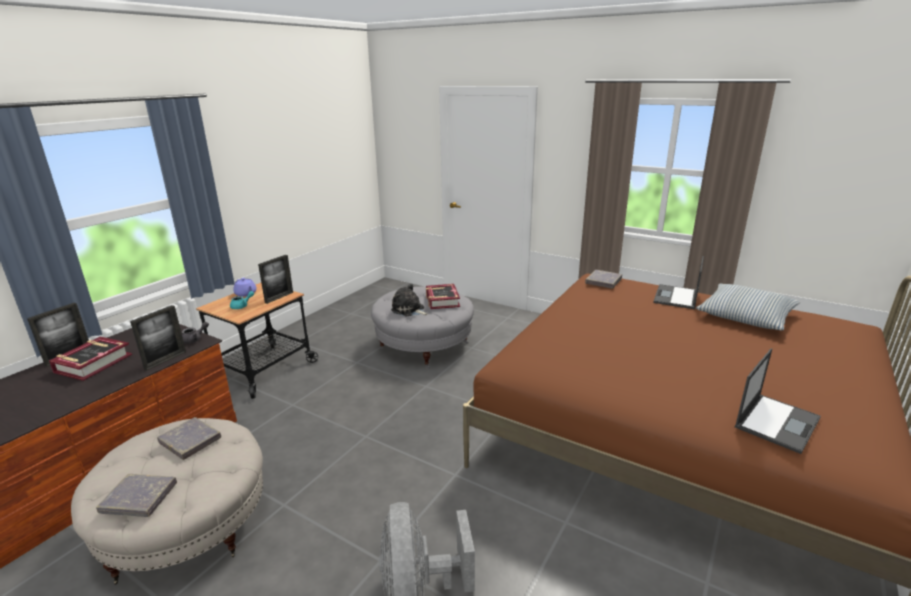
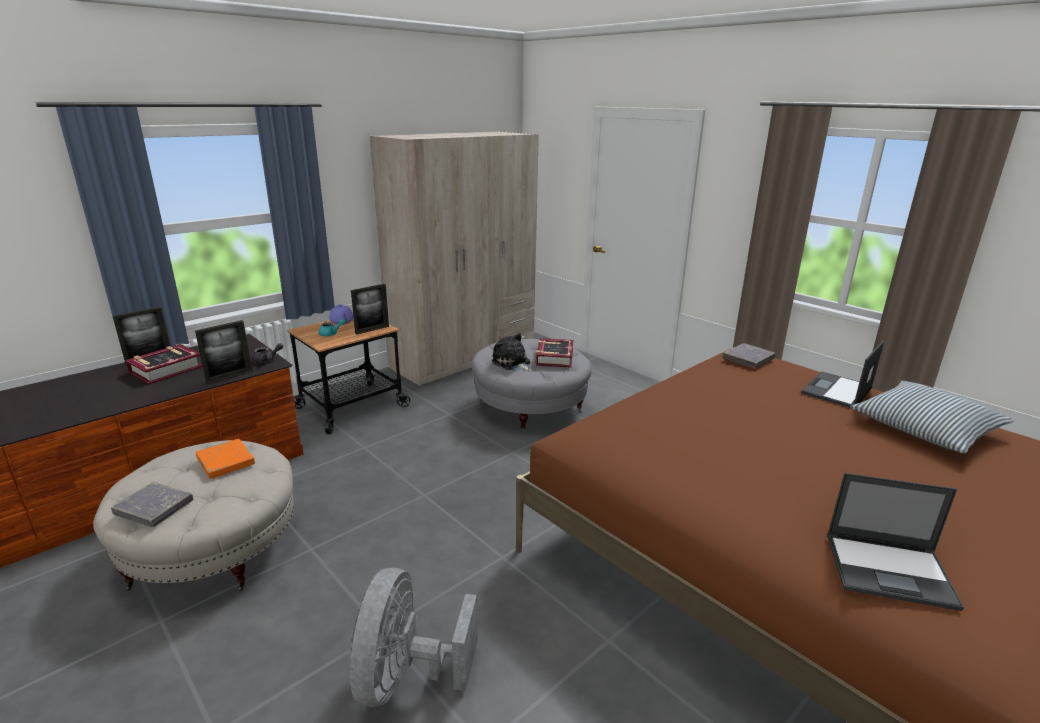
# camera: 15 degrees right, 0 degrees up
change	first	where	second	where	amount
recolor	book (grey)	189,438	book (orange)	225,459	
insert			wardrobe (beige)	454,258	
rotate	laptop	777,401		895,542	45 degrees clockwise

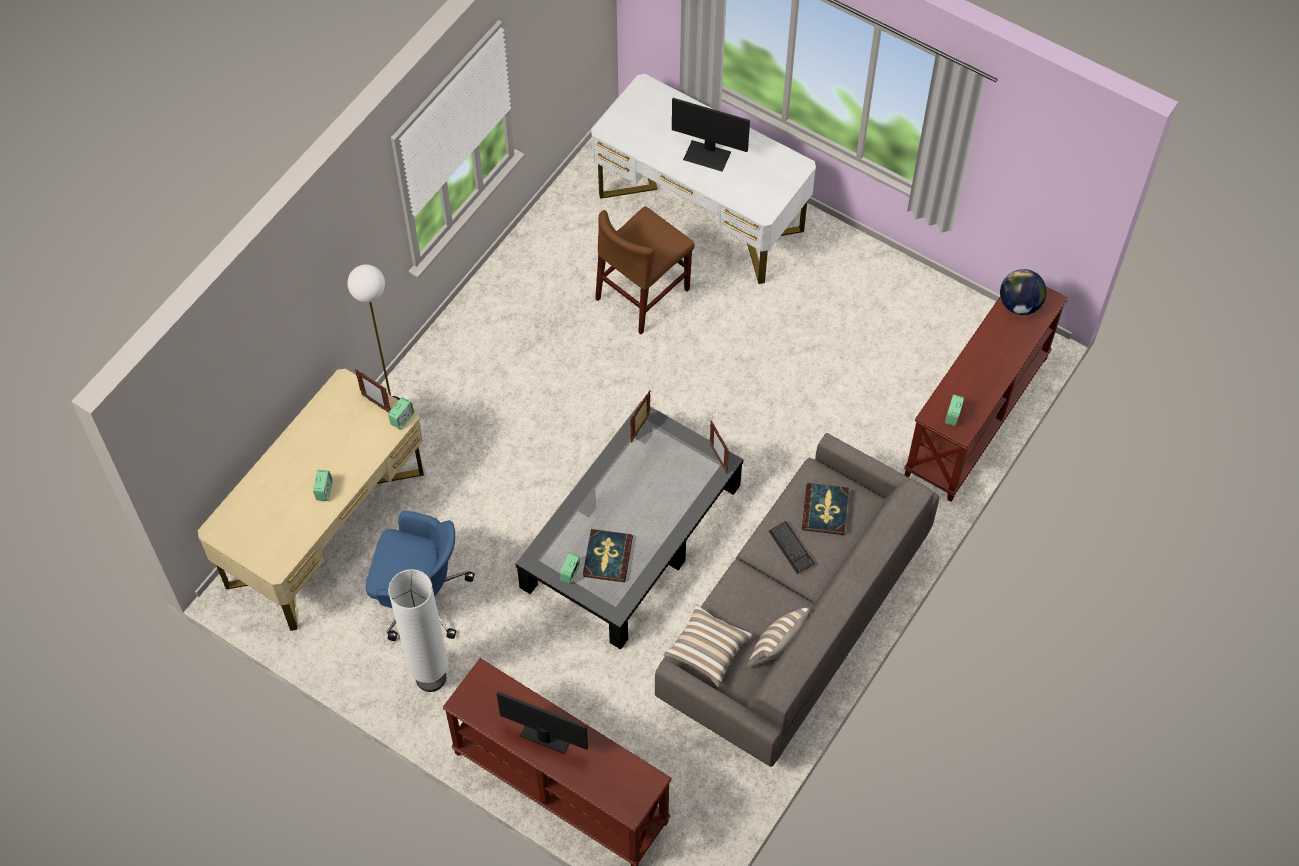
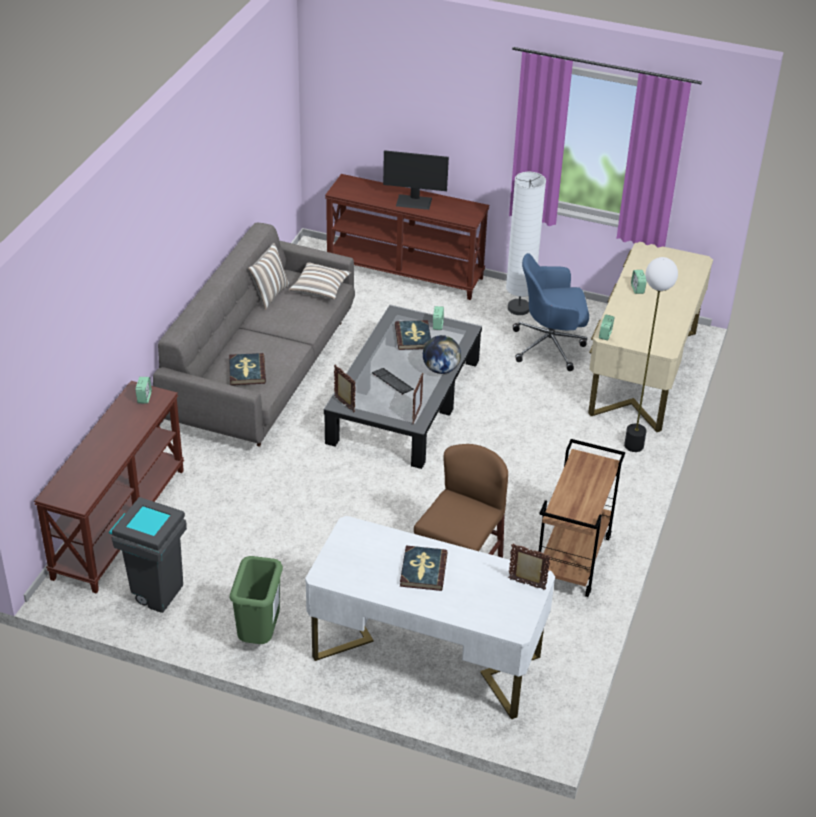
# camera: 165 degrees right, 20 degrees down
change	first	where	second	where	amount
insert			trash can (grey)	148,555	
insert			trash can (green)	256,600	
move	keyboard	791,547		393,381	
replace	monitor	711,135	book	424,568	
move	globe	1023,292		442,354	
move	picture frame	373,391		529,566	
insert			cart (brown)	582,518	

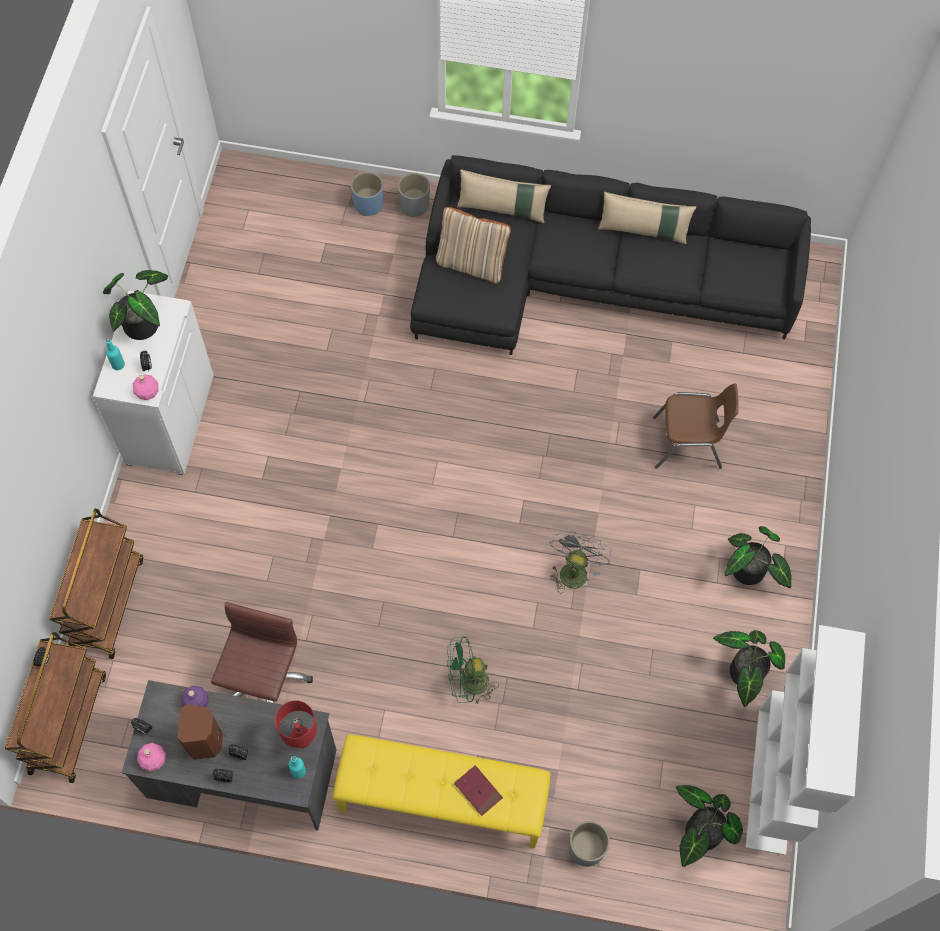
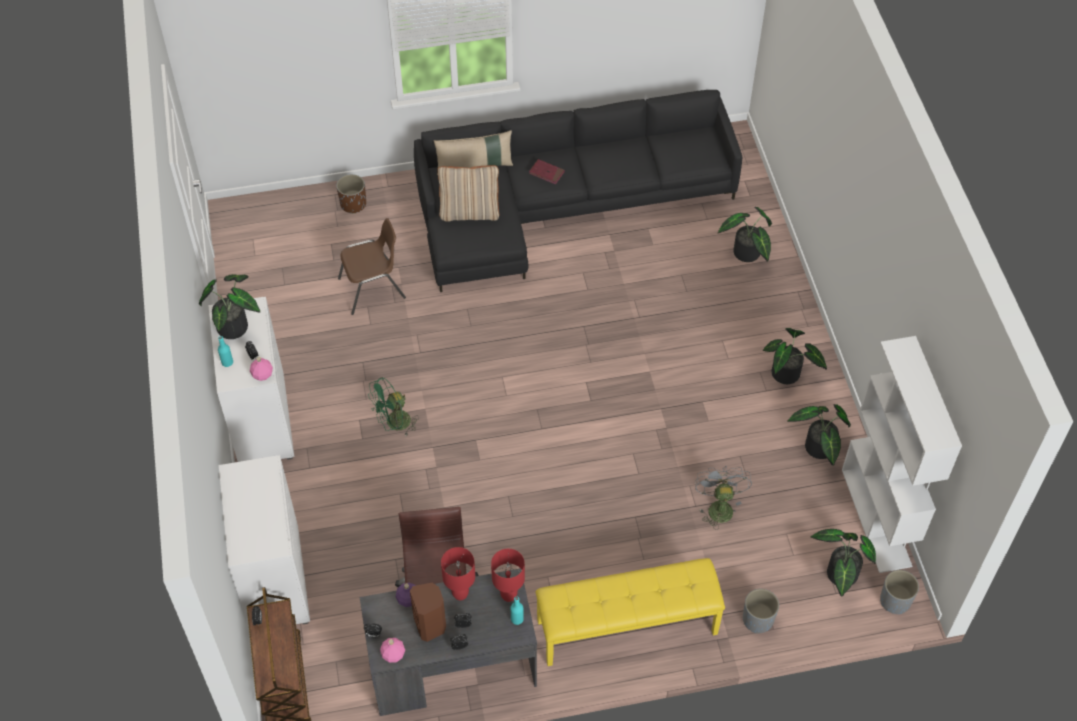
# camera: 20 degrees left, 10 degrees down
change	first	where	second	where	amount
replace	cart (brown)	96,584	cabinet (white)	264,540	
recolor	planter (blue)	367,194	planter (brown)	351,194	
move	chair (brown)	696,426		372,266	
move	fan (green)	473,670		393,406	
insert			table lamp (red)	458,573	
move	book (red)	478,790		547,172	
move	fan (grey)	581,562		723,498	
insert			potted plant	745,234	
move	planter (grey)	414,195		899,592	
delete	pillow (beige)	647,218			

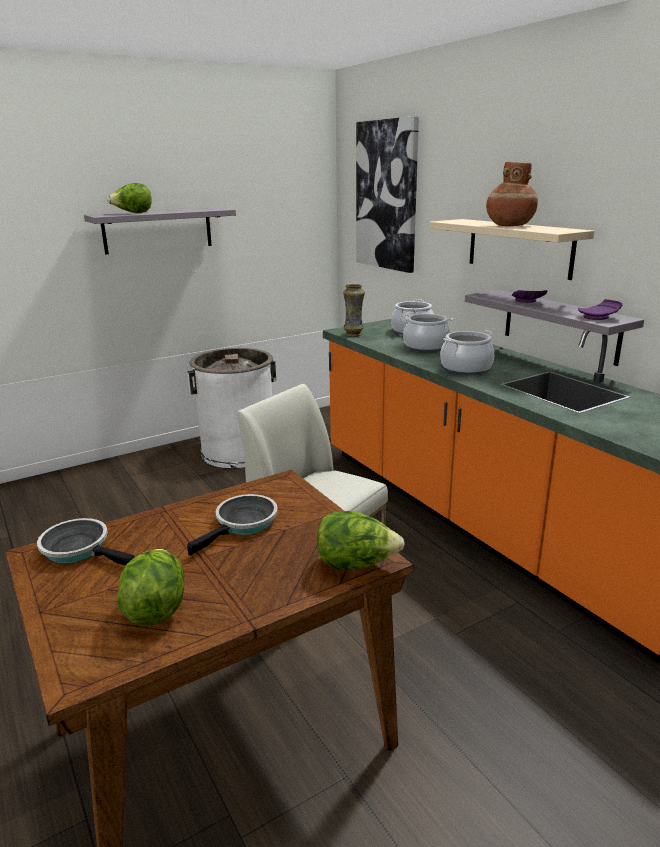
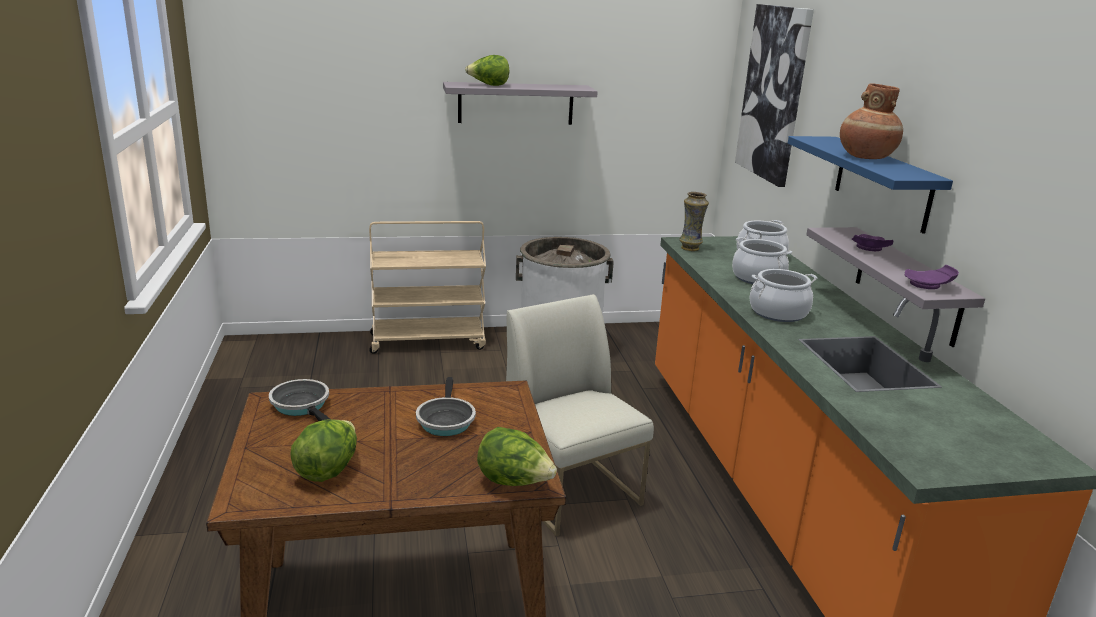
# camera: 20 degrees right, 0 degrees up
change	first	where	second	where	amount
insert			cart (beige)	427,287	
rotate	frying pan	232,525		446,406	120 degrees clockwise
recolor	shelf (beige)	512,249	shelf (blue)	870,185	

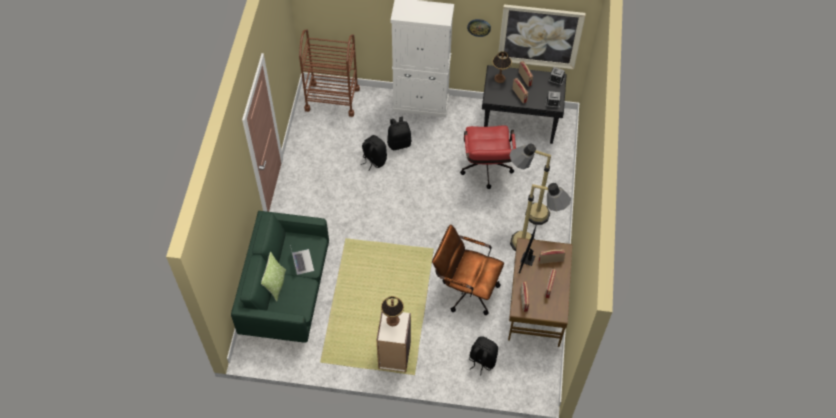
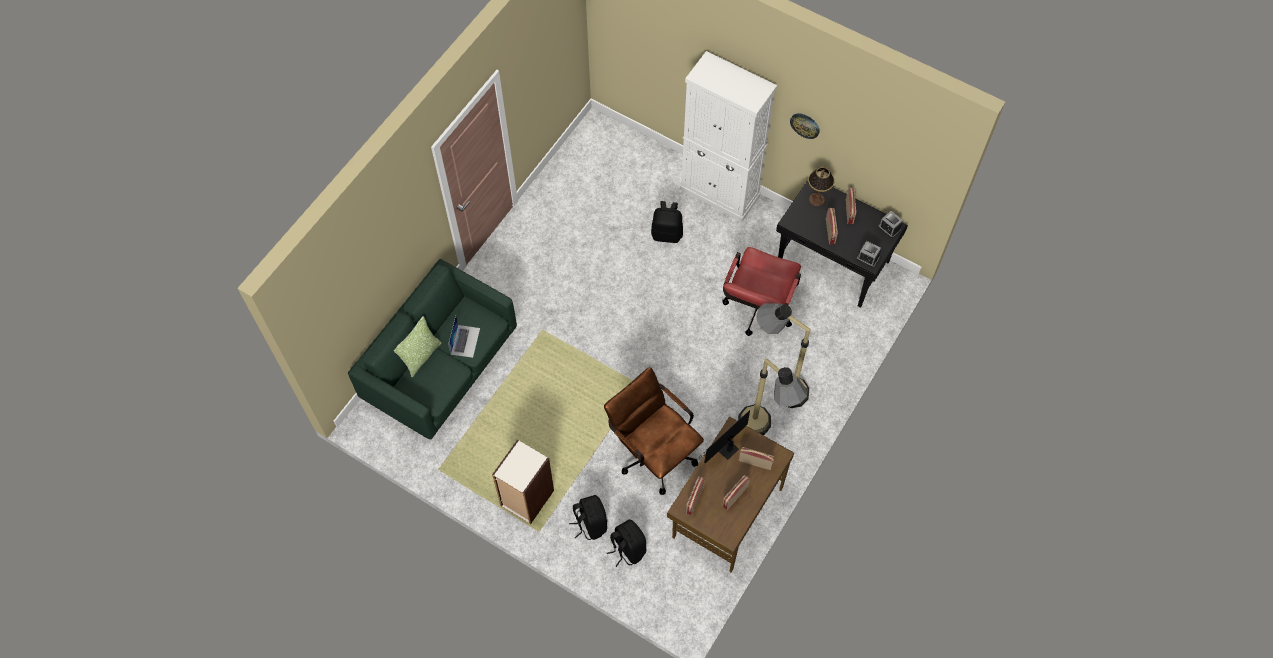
# camera: 25 degrees right, 5 degrees up
change	first	where	second	where	amount
move	backpack (black)	374,153		588,517	
delete	cart (brown)	329,73			
delete	table lamp	392,311			
delete	picture	542,36			

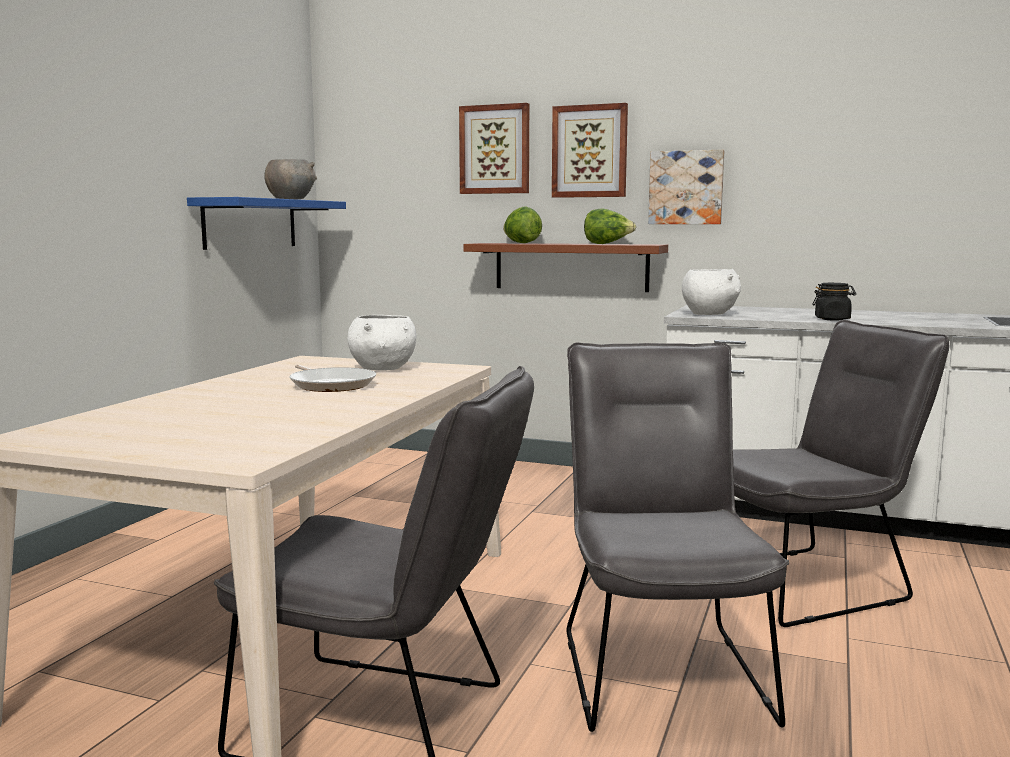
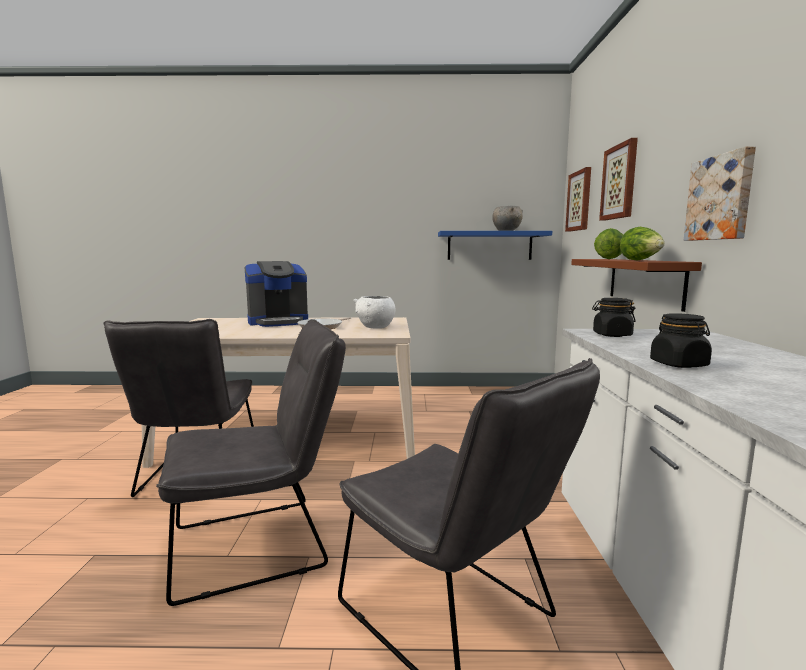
# camera: 70 degrees right, 0 degrees up
change	first	where	second	where	amount
insert			coffee machine	276,294	
move	picture	590,150		578,199	
replace	bowl (white)	711,292	jar (black)	614,317	

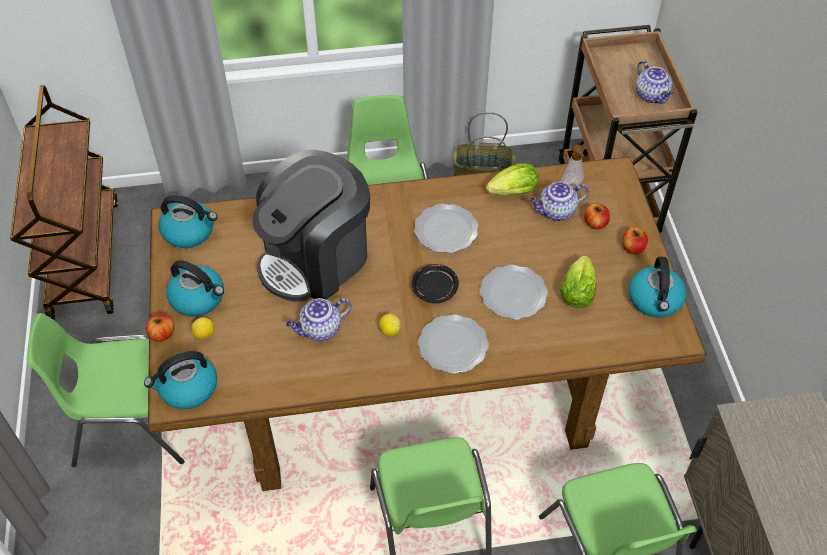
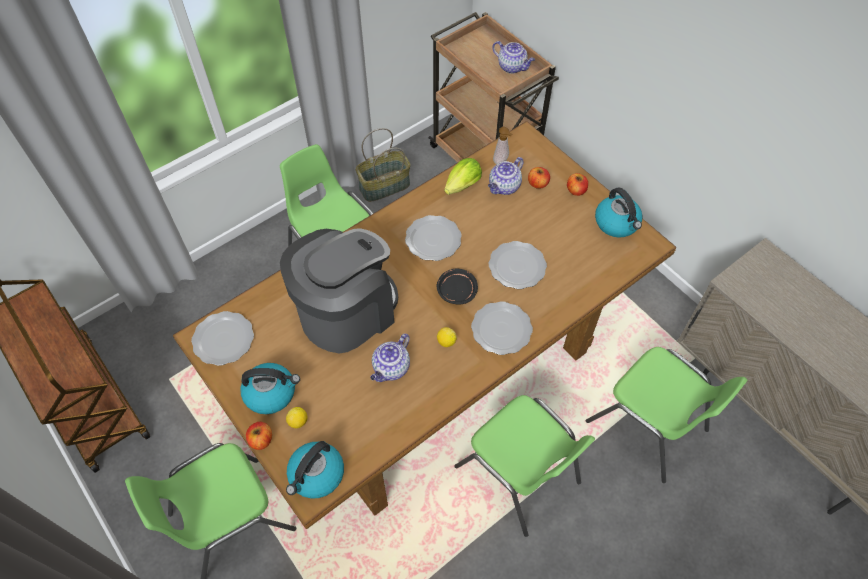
# camera: 30 degrees left, 5 degrees up
change	first	where	second	where	amount
replace	kettle	188,221	plate	222,338	
rotate	coffee machine	311,226		339,290	150 degrees counterclockwise
delete	lettuce	578,281			

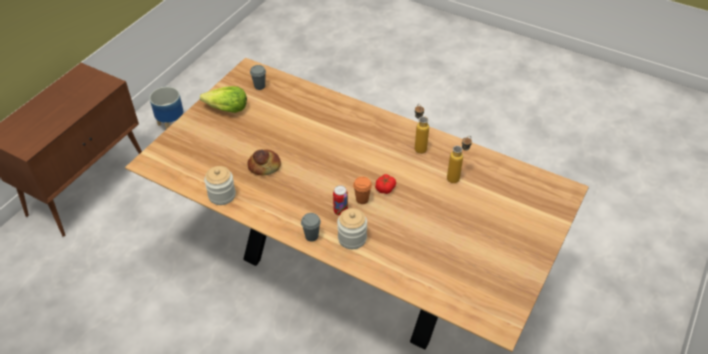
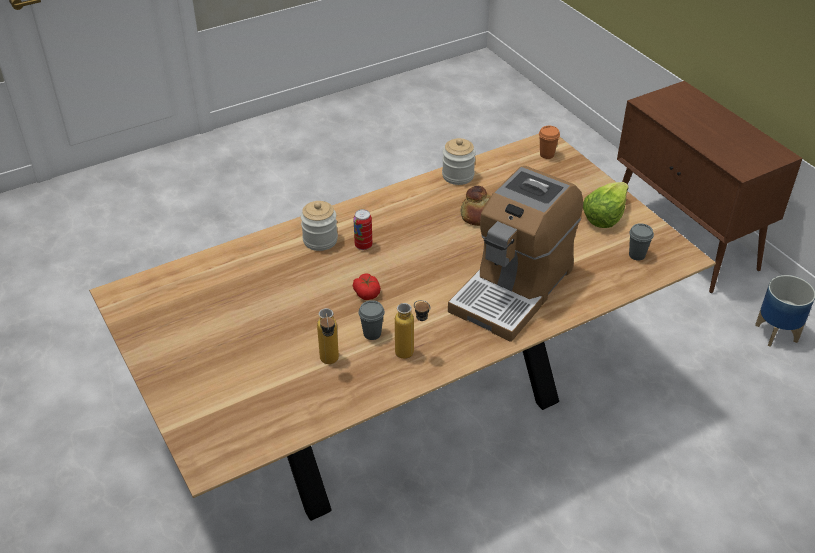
# camera: 120 degrees right, 5 degrees down
change	first	where	second	where	amount
move	cup (grey)	311,227		371,320	
insert			coffee machine	515,254	
move	cup (orange)	362,190		549,142	

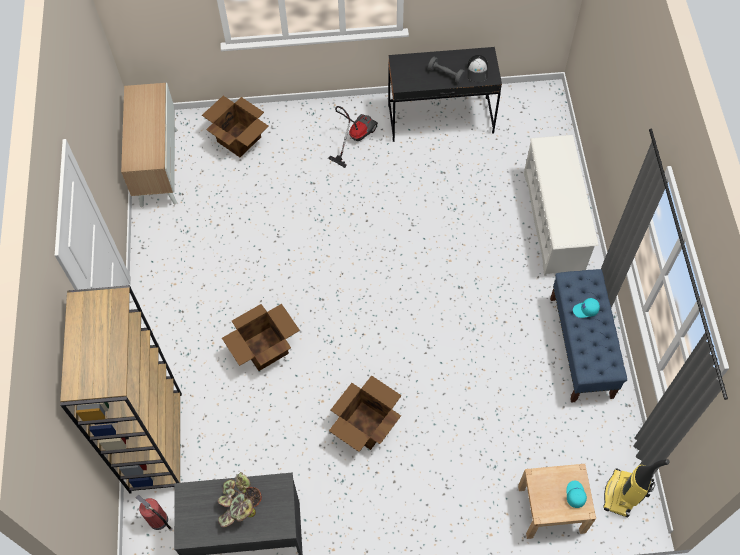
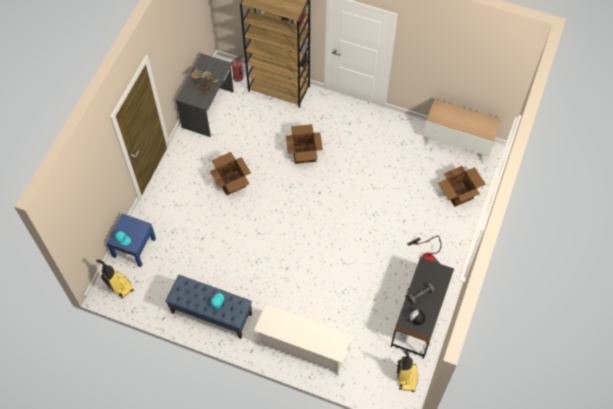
# camera: 115 degrees right, 0 degrees up
change	first	where	second	where	amount
recolor	nightstand (beige)	557,501	nightstand (blue)	131,240	
insert			vacuum cleaner	407,370	

